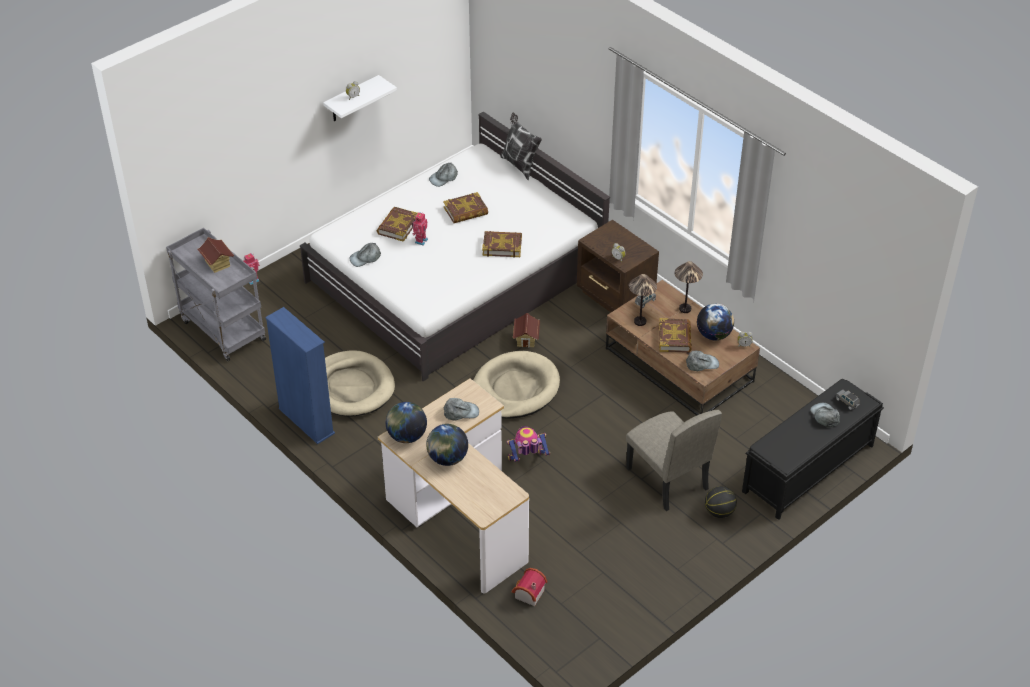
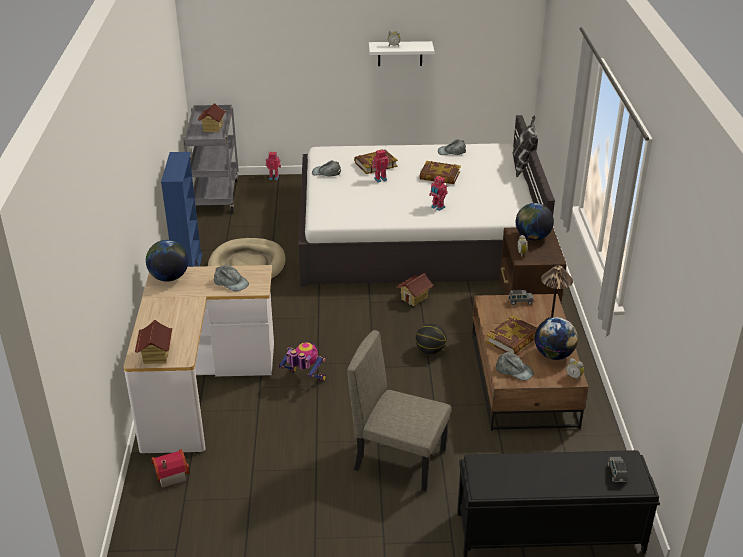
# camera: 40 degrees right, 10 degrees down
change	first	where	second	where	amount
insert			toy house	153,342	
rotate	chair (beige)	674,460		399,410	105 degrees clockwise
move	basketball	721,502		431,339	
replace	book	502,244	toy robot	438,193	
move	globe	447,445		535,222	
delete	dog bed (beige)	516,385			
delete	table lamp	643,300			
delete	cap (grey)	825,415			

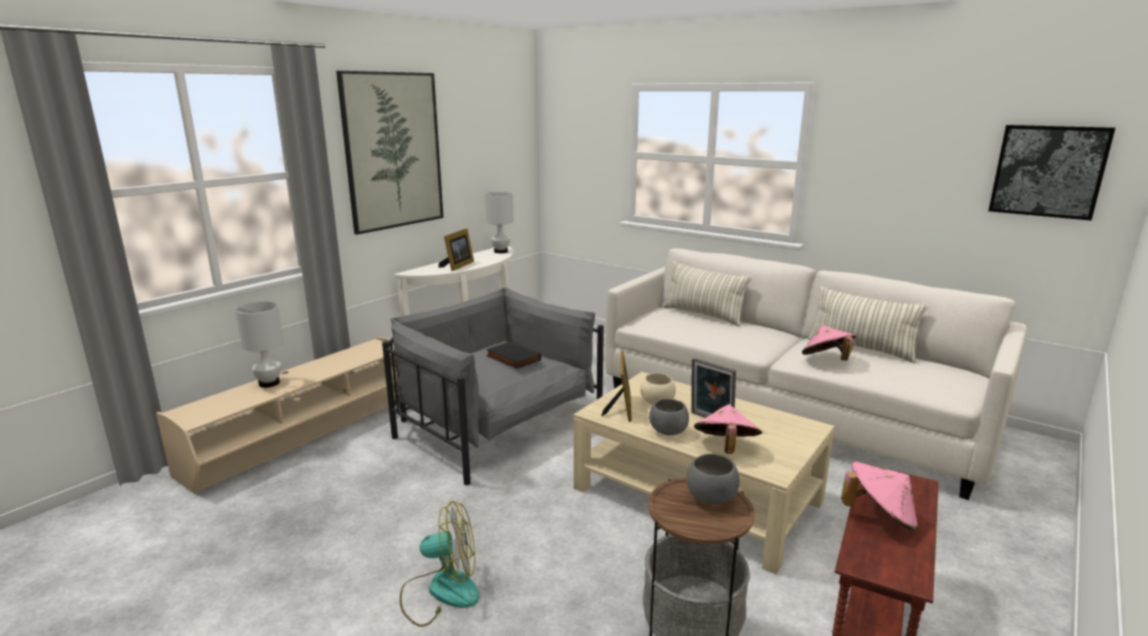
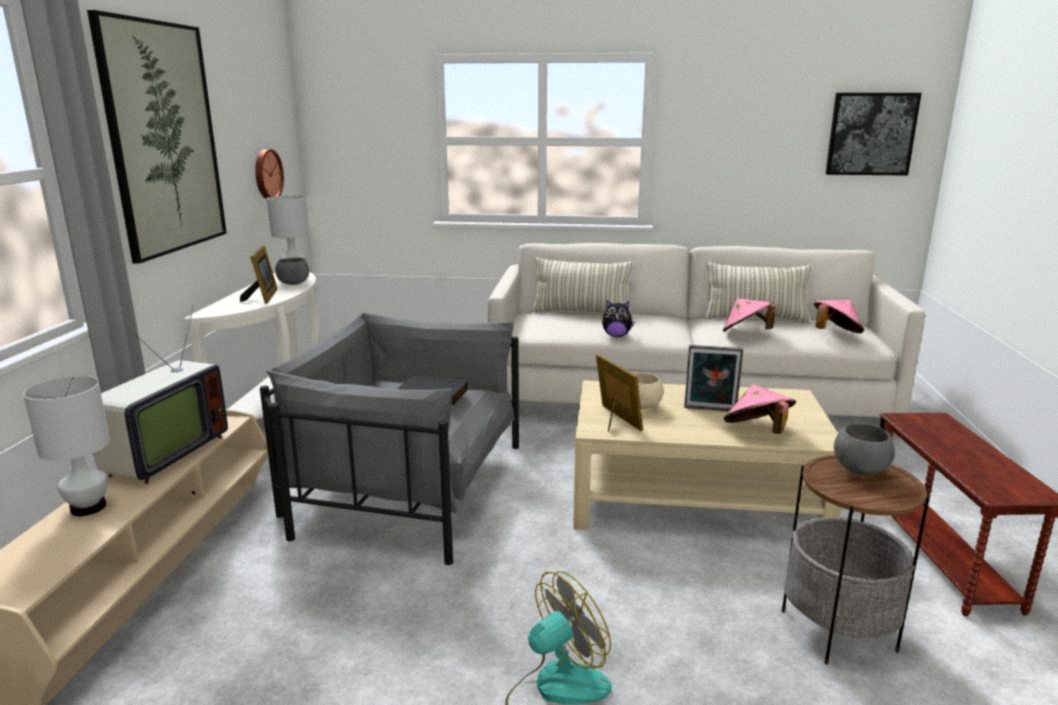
# camera: 30 degrees left, 0 degrees up
change	first	where	second	where	amount
insert			television	160,394	
insert			wall clock	269,174	
move	bowl (grey)	669,417		292,271	
insert			plush toy	618,318	
move	hat (pink)	879,495		839,316	

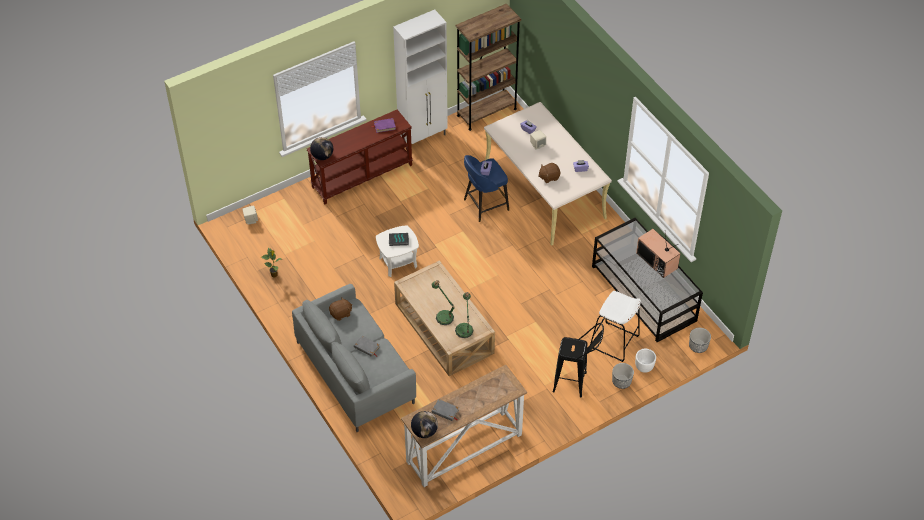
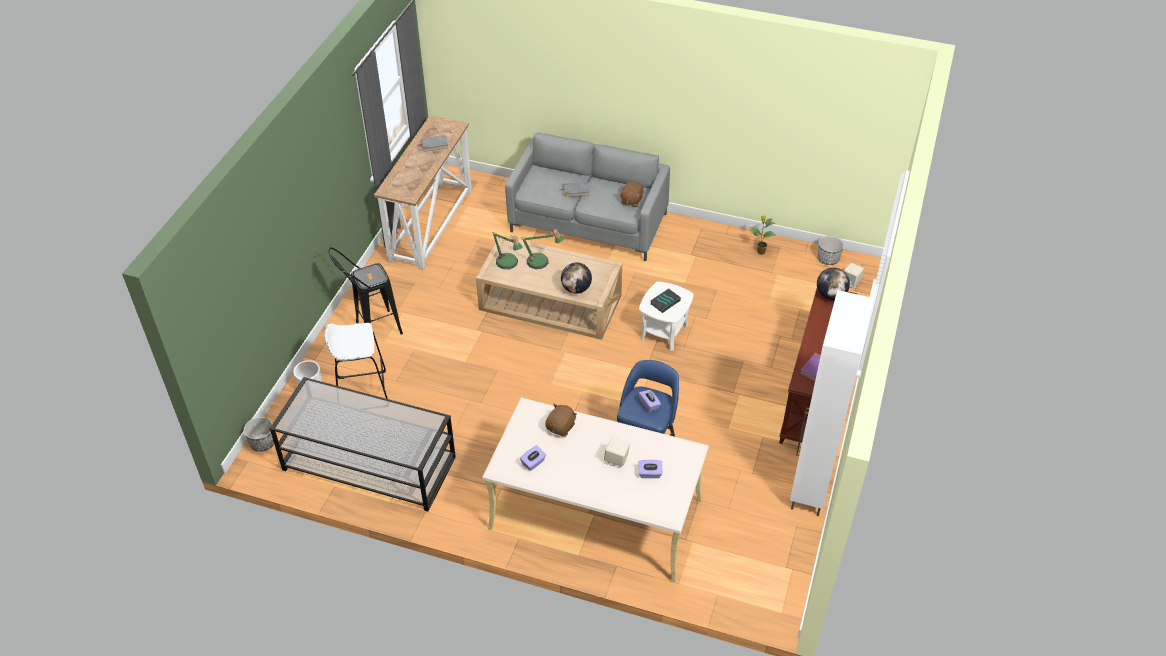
# camera: 140 degrees right, 5 degrees down
change	first	where	second	where	amount
move	globe	424,424		576,278	
move	planter	623,376		830,250	
delete	bookcase (brown)	488,67			
delete	television	658,253			

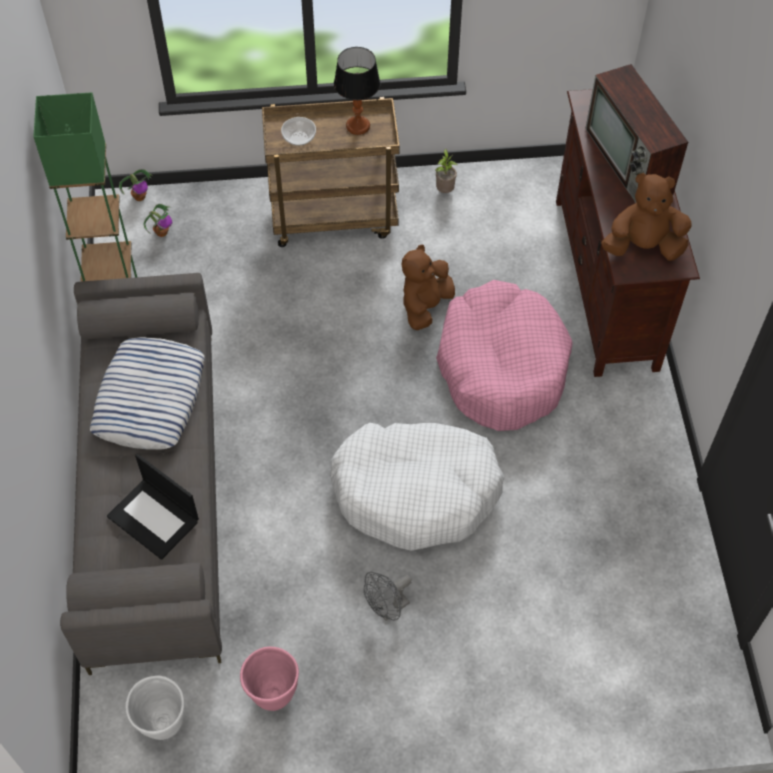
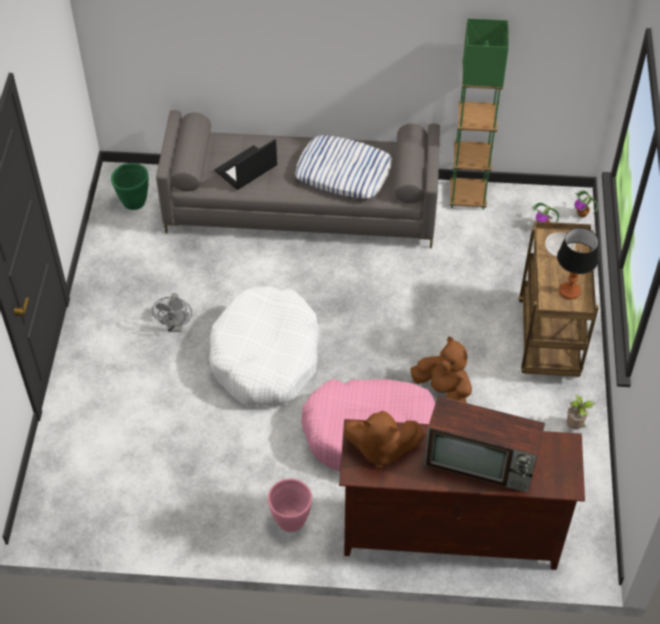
# camera: 100 degrees right, 5 degrees down
change	first	where	second	where	amount
recolor	planter (white)	155,707	planter (green)	129,186	
rotate	fan (grey)	387,596		172,312	150 degrees counterclockwise
move	planter (pink)	269,679		290,505	
rotate	plush toy (brown)	647,217		384,440	90 degrees clockwise
rotate	television	636,133		484,444	150 degrees counterclockwise

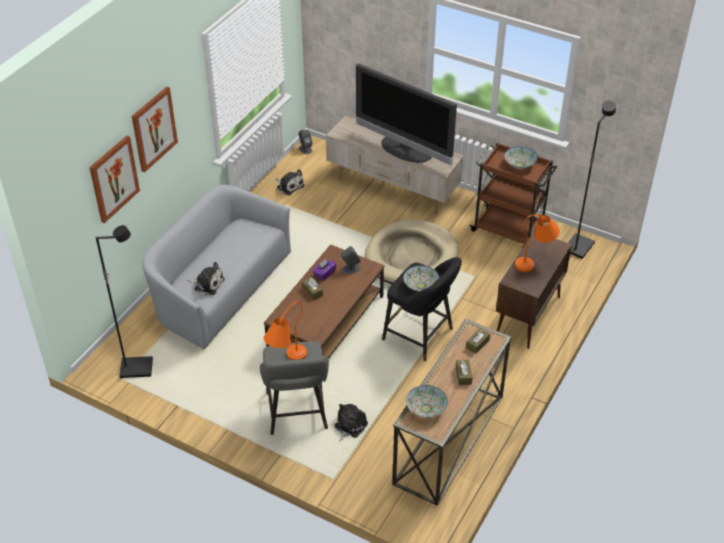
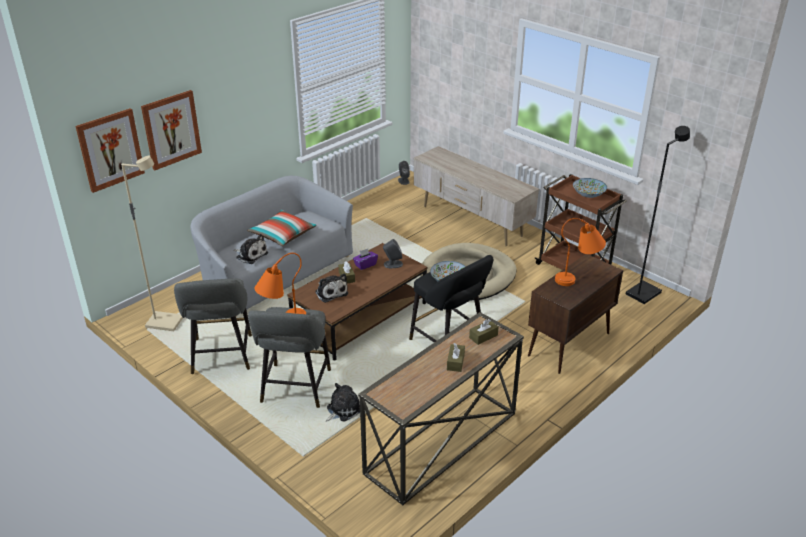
# camera: 15 degrees right, 10 degrees down
change	first	where	second	where	amount
move	picture	155,129		110,150	
recolor	floor lamp (black)	124,301	floor lamp (beige)	152,243	
insert			stool (grey)	213,326	
insert			pillow	282,228	
move	plush toy	290,182		331,288	
delete	television	406,114			
delete	bowl	426,401			

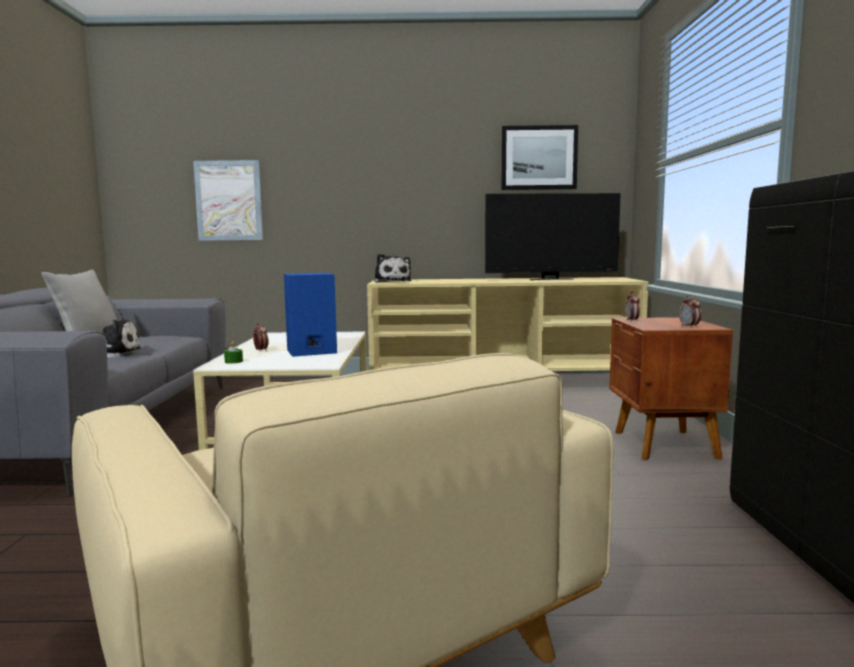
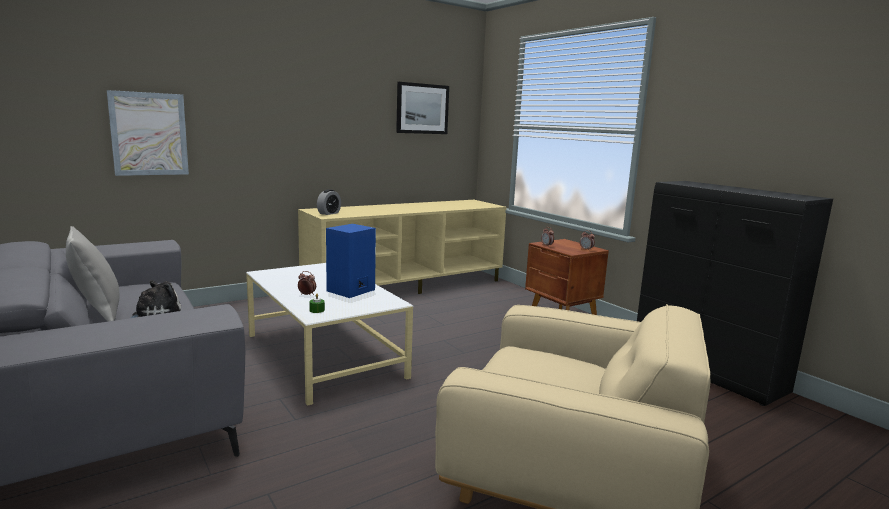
# camera: 35 degrees left, 5 degrees up
change	first	where	second	where	amount
replace	plush toy	392,268	alarm clock	329,202	
delete	television	553,236			

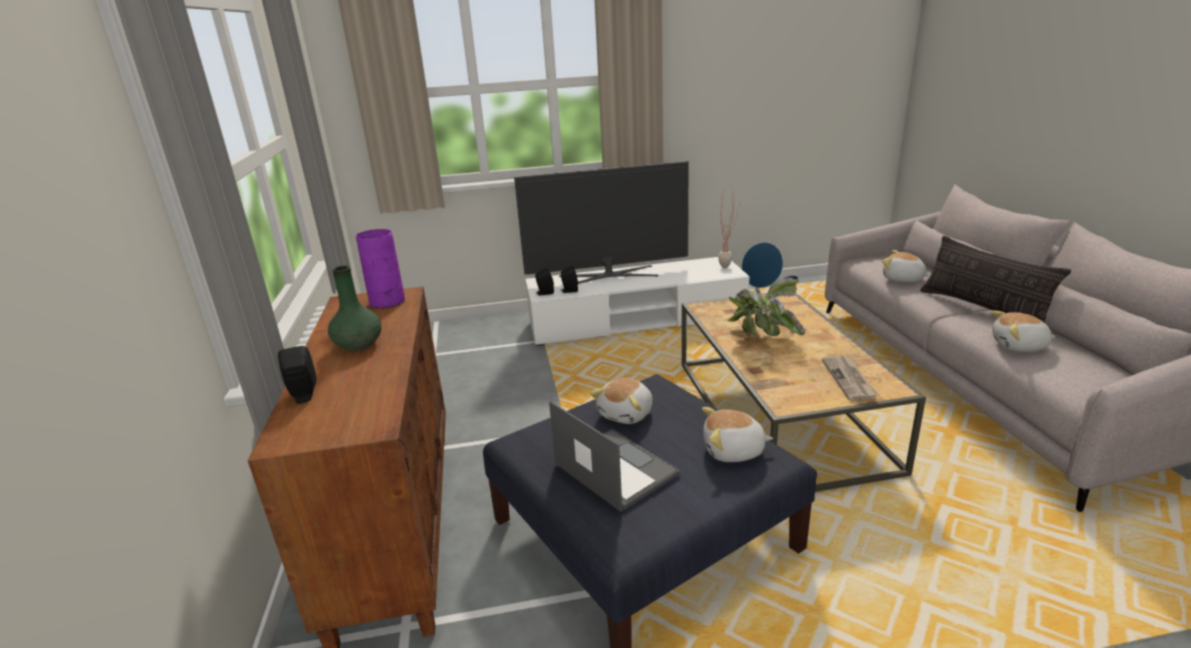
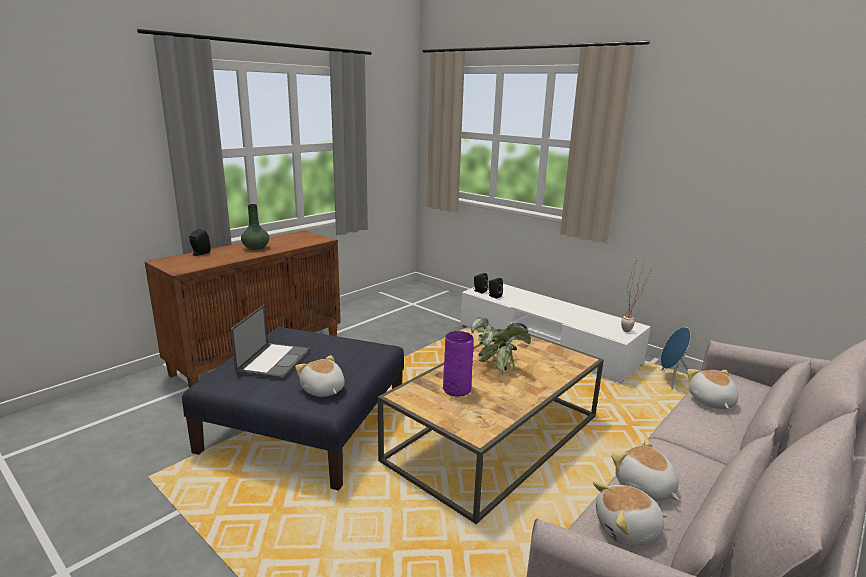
# camera: 50 degrees right, 5 degrees down
change	first	where	second	where	amount
move	vase (purple)	380,269		458,364	
move	plush toy	621,401		630,513	
delete	television	601,222			
delete	newspaper	850,378			
delete	pillow	995,278			

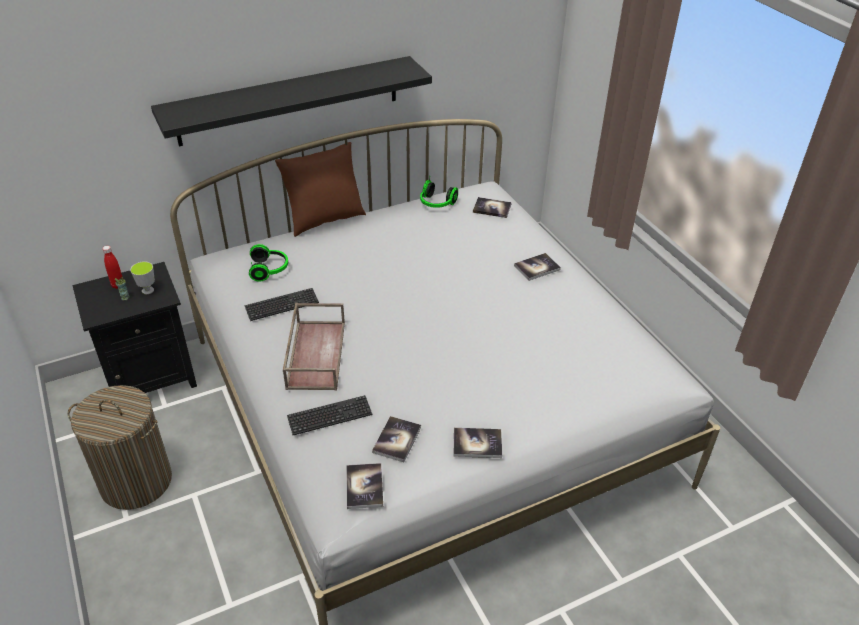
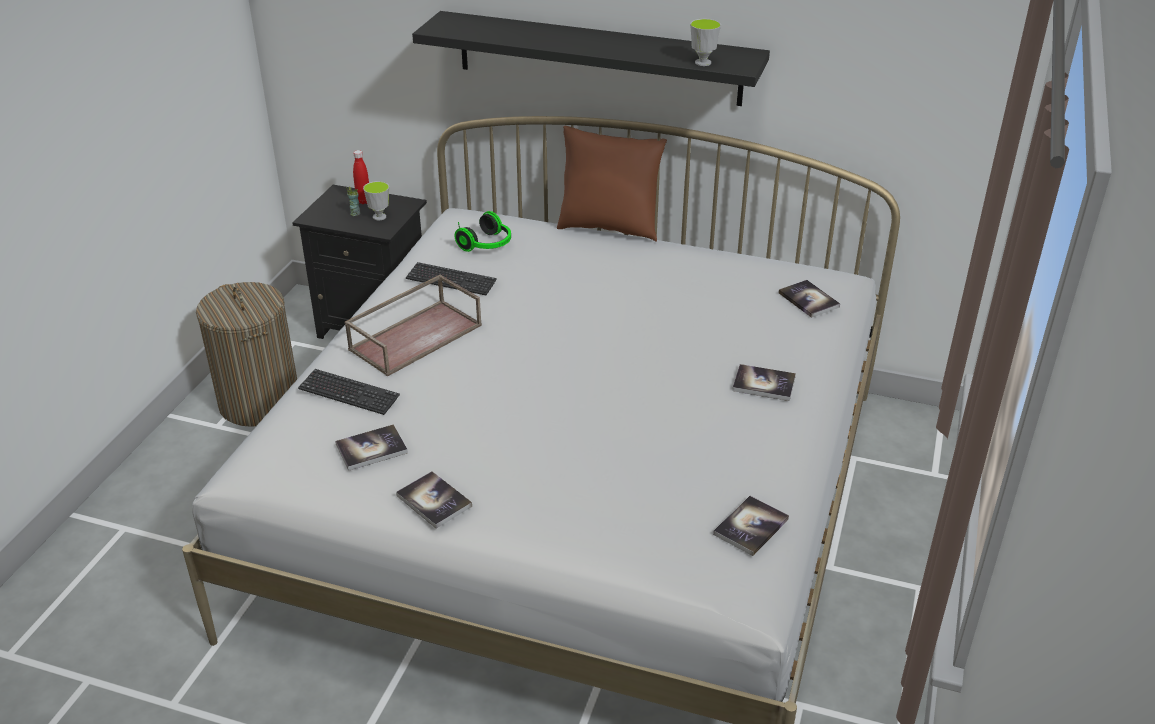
# camera: 45 degrees right, 5 degrees down
change	first	where	second	where	amount
insert			cup	705,42	
move	book	364,486		751,526	
delete	headphones	439,192			

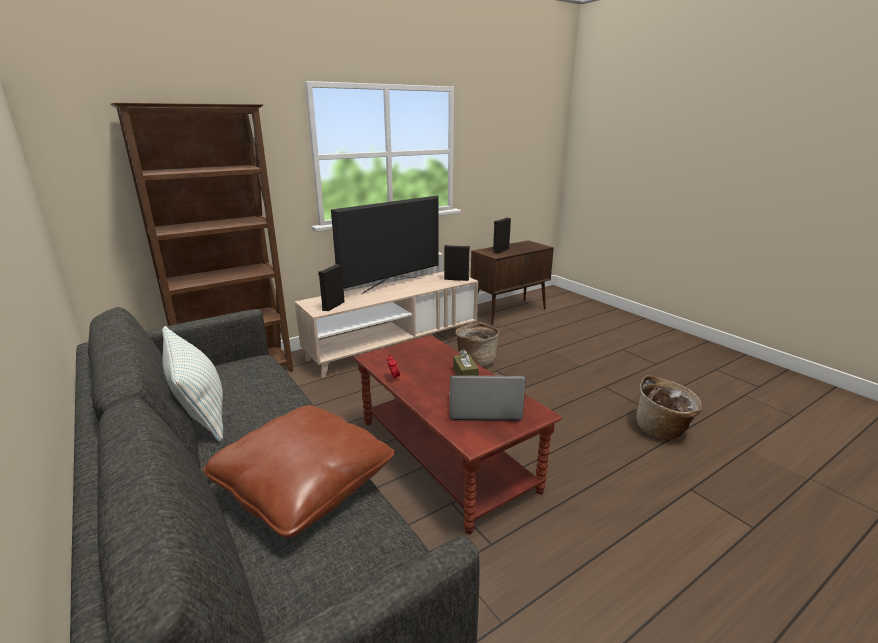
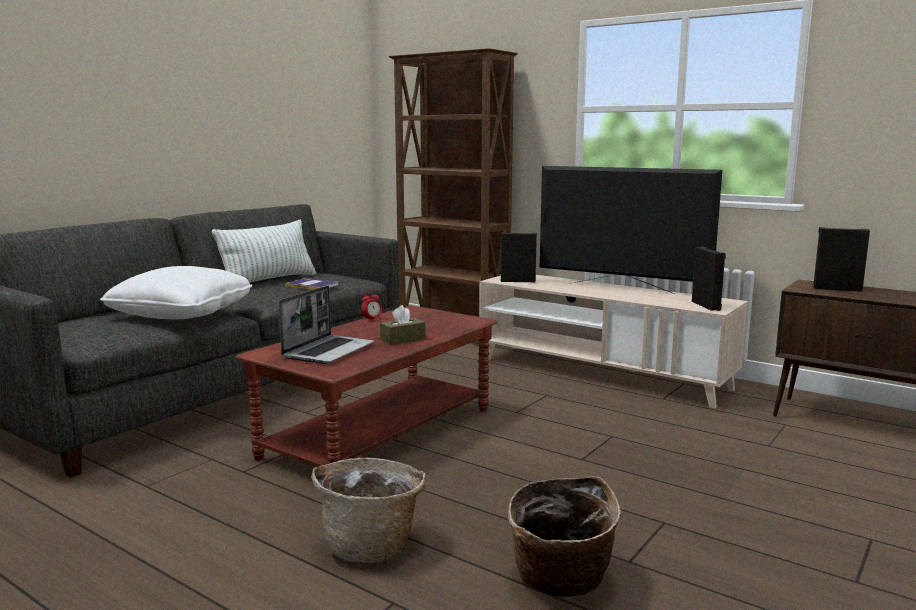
# camera: 70 degrees right, 10 degrees down
change	first	where	second	where	amount
recolor	pillow (brown)	299,471	pillow (white)	176,292	
rotate	laptop	487,398		326,324	45 degrees clockwise
insert			book	311,284	
move	basket	477,344		369,510	

